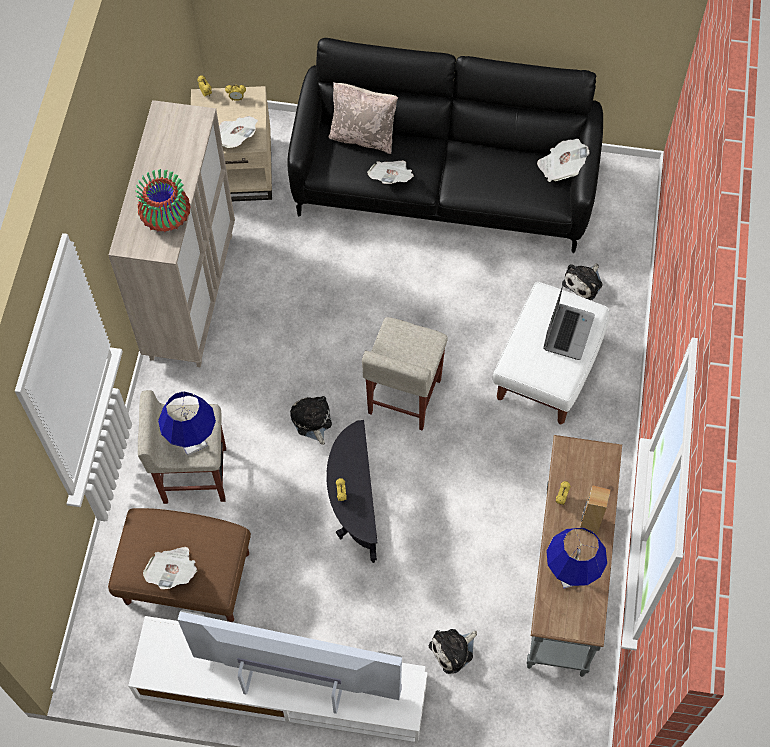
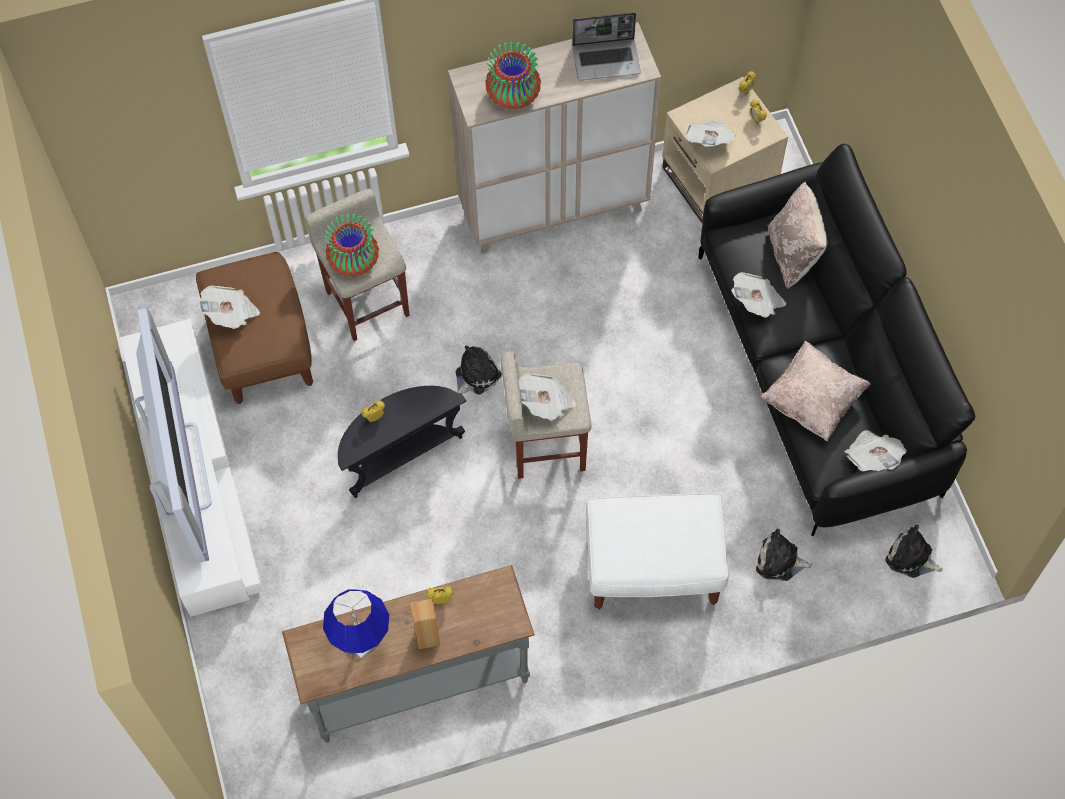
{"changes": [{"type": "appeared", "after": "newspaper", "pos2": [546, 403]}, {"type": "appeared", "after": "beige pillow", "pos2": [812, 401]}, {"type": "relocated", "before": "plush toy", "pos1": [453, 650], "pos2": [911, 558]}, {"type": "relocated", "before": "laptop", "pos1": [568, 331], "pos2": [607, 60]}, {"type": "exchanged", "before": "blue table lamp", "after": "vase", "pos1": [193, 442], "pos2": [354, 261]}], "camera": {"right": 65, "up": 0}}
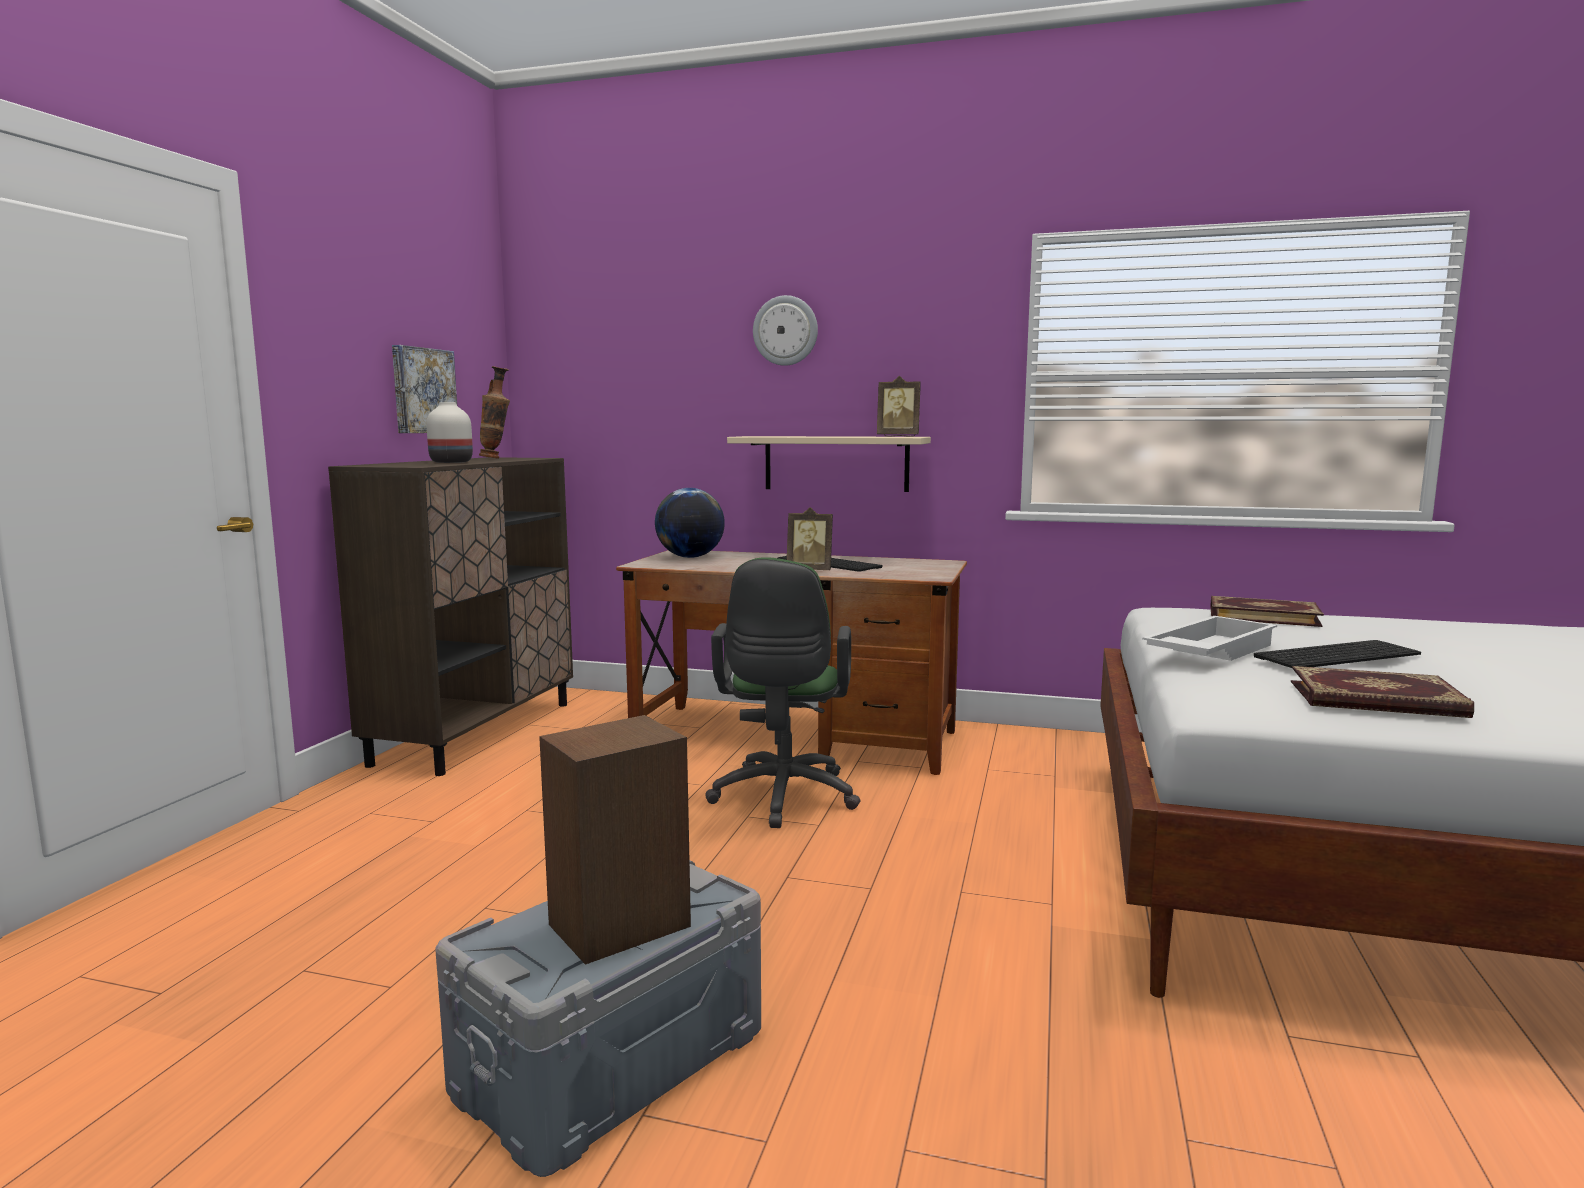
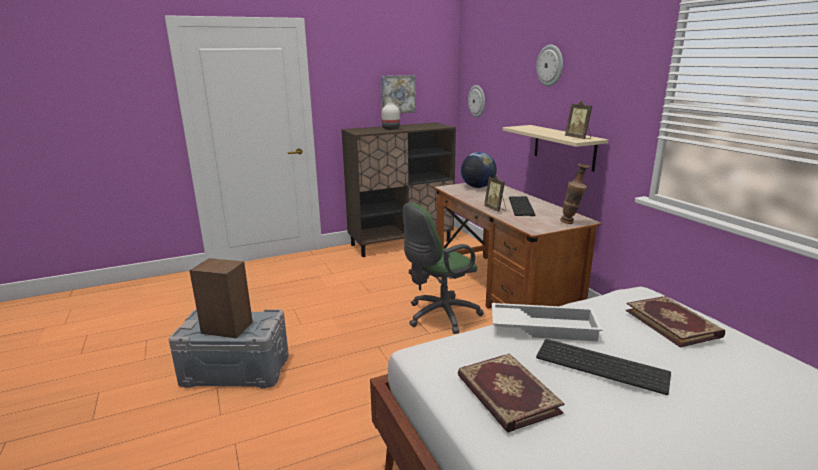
{"changes": [{"type": "appeared", "after": "wall clock", "pos2": [477, 101]}, {"type": "relocated", "before": "vase", "pos1": [496, 458], "pos2": [571, 223]}], "camera": {"right": 50, "up": 10}}
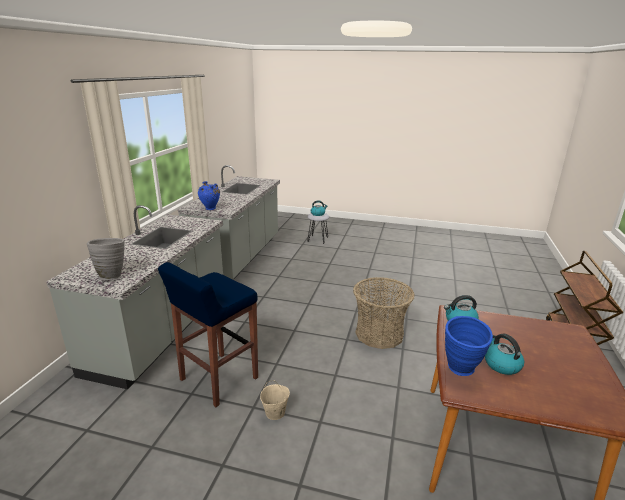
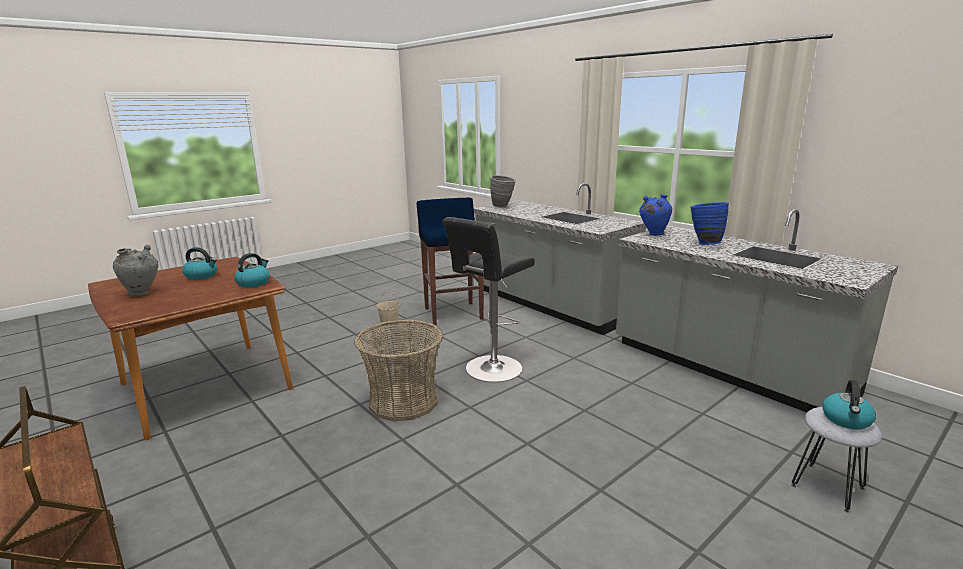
{"changes": [{"type": "appeared", "after": "grey vase", "pos2": [142, 294]}, {"type": "appeared", "after": "black stool", "pos2": [491, 370]}, {"type": "relocated", "before": "blue vase", "pos1": [461, 372], "pos2": [704, 244]}], "camera": {"right": 125, "up": -5}}
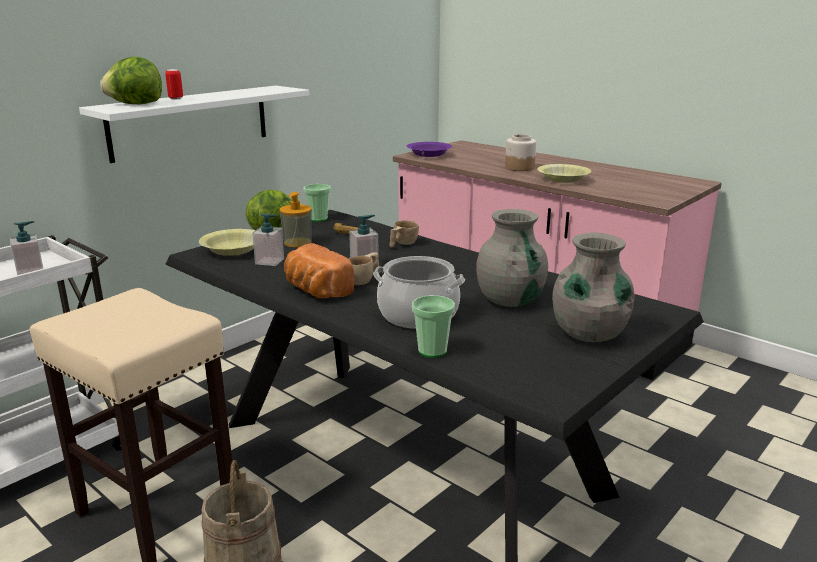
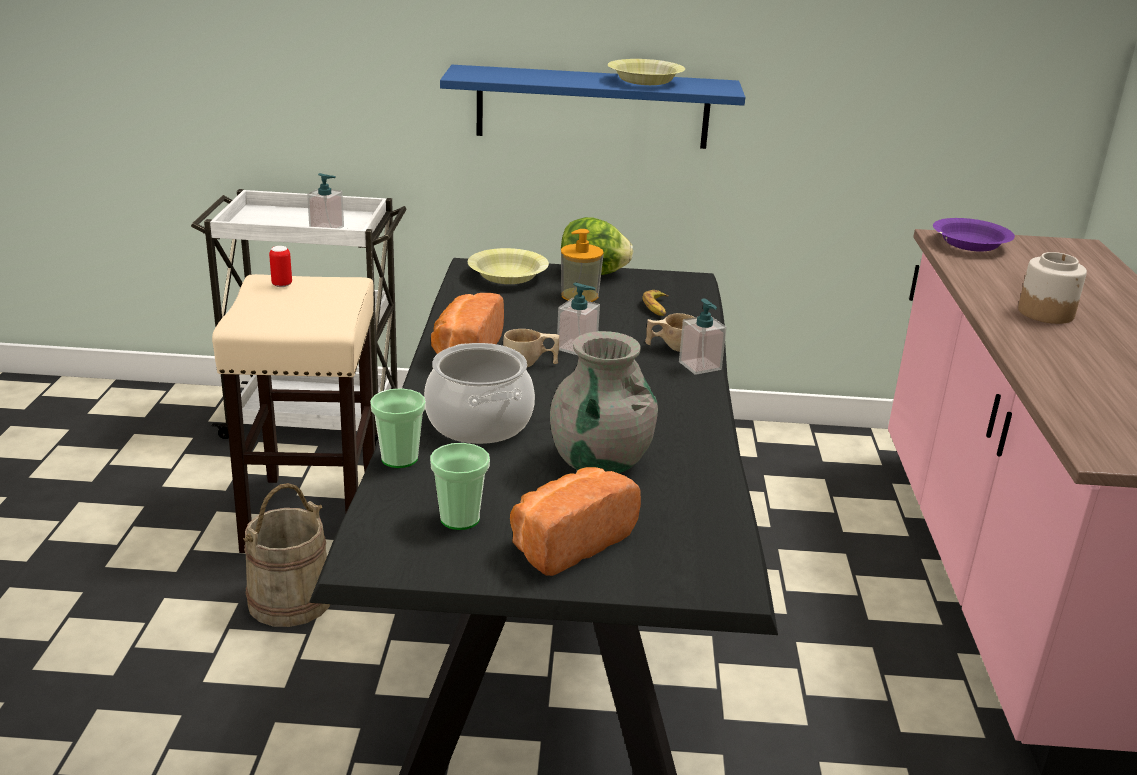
{"changes": [{"type": "missing", "before": "lettuce", "pos1": [136, 104]}, {"type": "relocated", "before": "can", "pos1": [176, 98], "pos2": [282, 284]}, {"type": "relocated", "before": "soap dispenser", "pos1": [270, 261], "pos2": [700, 366]}, {"type": "relocated", "before": "cup", "pos1": [318, 218], "pos2": [460, 519]}, {"type": "relocated", "before": "yellow bowl", "pos1": [563, 179], "pos2": [645, 81]}, {"type": "exchanged", "before": "grey vase", "after": "bread", "pos1": [588, 334], "pos2": [567, 542]}, {"type": "colour", "before": "white shelf", "after": "blue shelf", "pos1": [191, 122], "pos2": [592, 107]}], "camera": {"right": 50, "up": 5}}
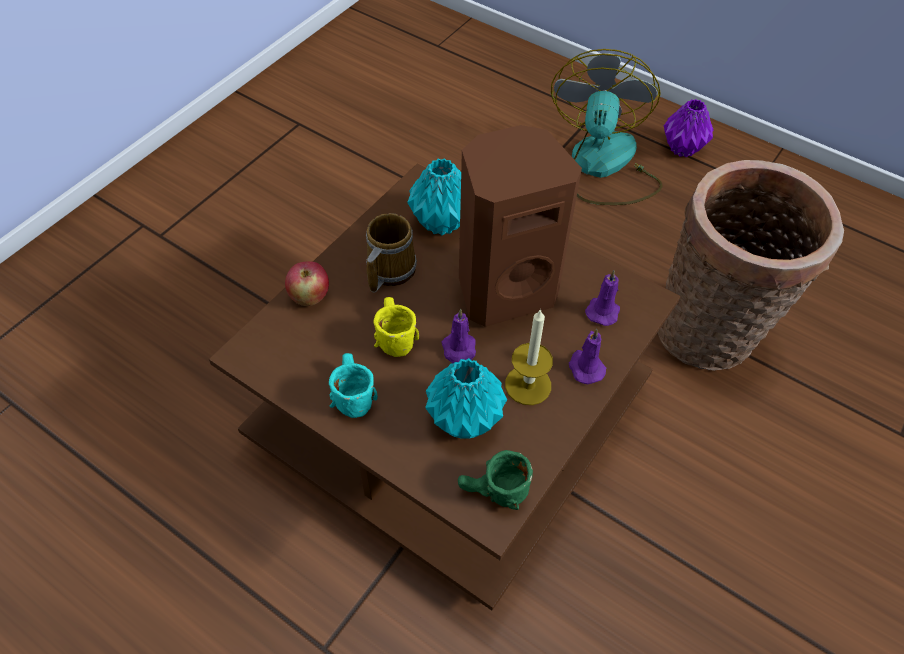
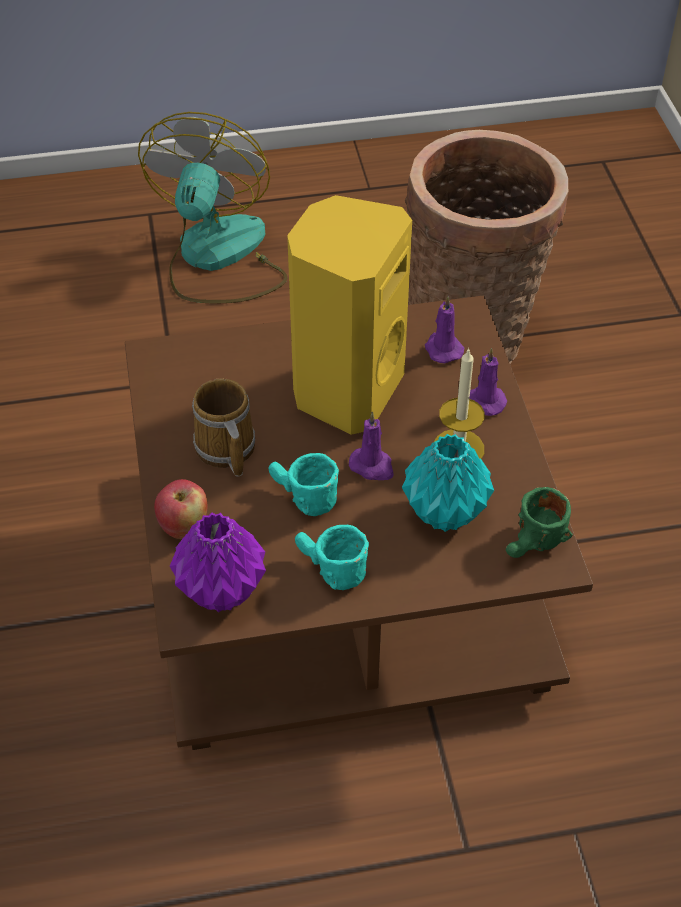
{"changes": [{"type": "missing", "before": "turquoise vase", "pos1": [441, 222]}, {"type": "relocated", "before": "purple vase", "pos1": [681, 148], "pos2": [220, 592]}, {"type": "colour", "before": "yellow mug", "after": "turquoise mug", "pos1": [392, 335], "pos2": [301, 498]}, {"type": "colour", "before": "brown speaker", "after": "yellow speaker", "pos1": [504, 289], "pos2": [345, 390]}, {"type": "spun", "before": "fan", "pos1": [603, 167], "pos2": [217, 258], "turn": 45}], "camera": {"right": -45, "up": -5}}
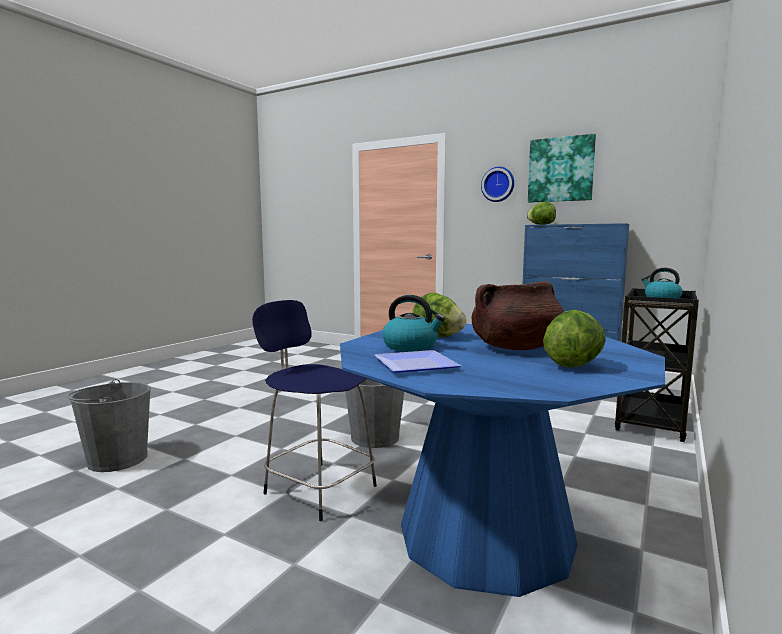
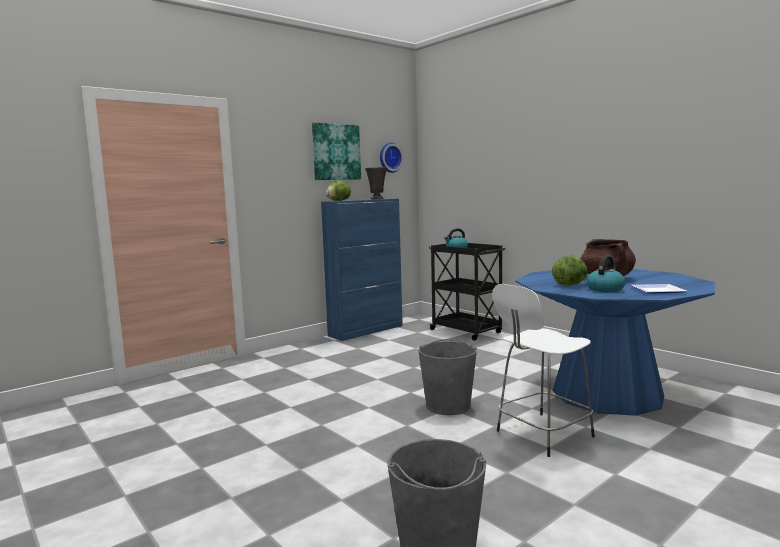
{"changes": [{"type": "missing", "before": "lettuce", "pos1": [573, 365]}, {"type": "appeared", "after": "grey vase", "pos2": [377, 199]}, {"type": "relocated", "before": "wall clock", "pos1": [498, 184], "pos2": [389, 157]}, {"type": "colour", "before": "blue stool", "after": "white stool", "pos1": [318, 488], "pos2": [542, 435]}], "camera": {"right": -70, "up": 0}}
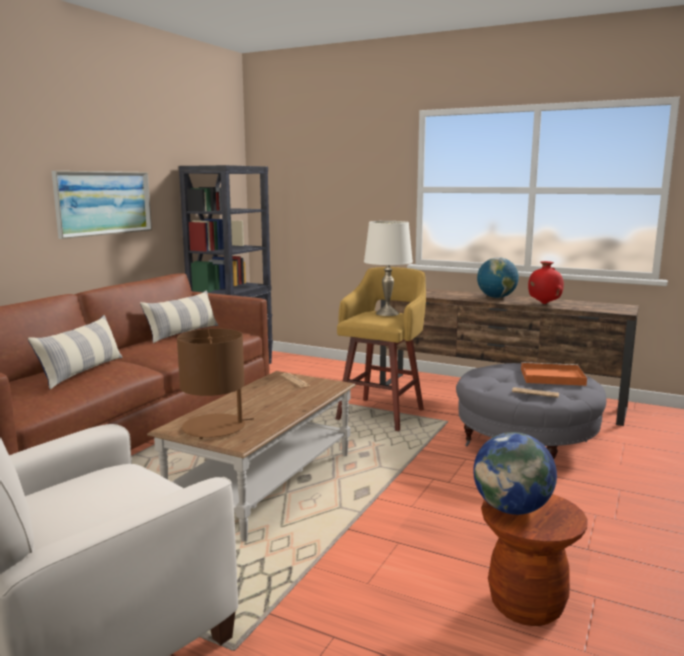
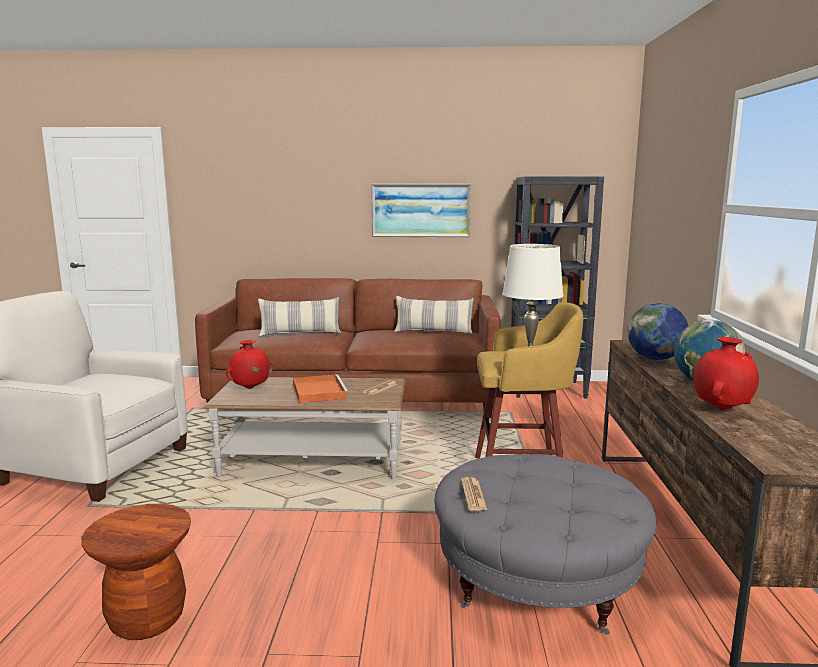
{"changes": [{"type": "relocated", "before": "globe", "pos1": [512, 509], "pos2": [655, 359]}, {"type": "relocated", "before": "orange tray", "pos1": [550, 377], "pos2": [318, 391]}, {"type": "exchanged", "before": "brown table lamp", "after": "red vase", "pos1": [215, 427], "pos2": [250, 388]}], "camera": {"right": 65, "up": 0}}
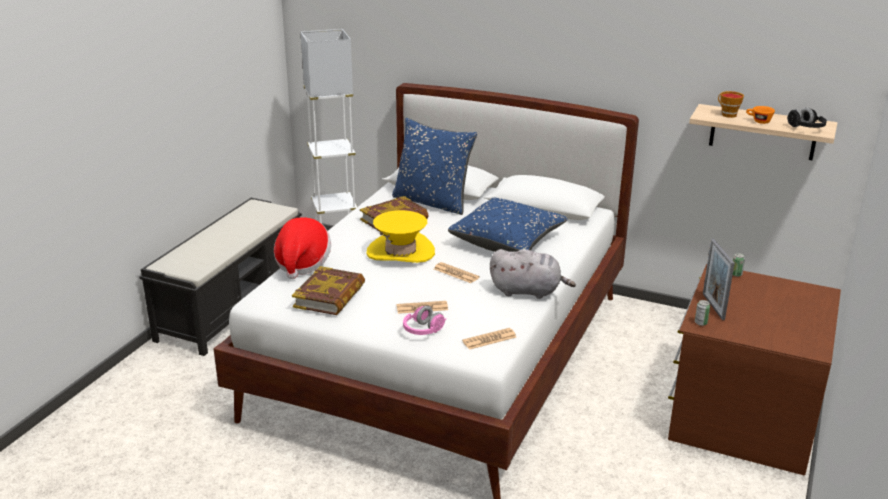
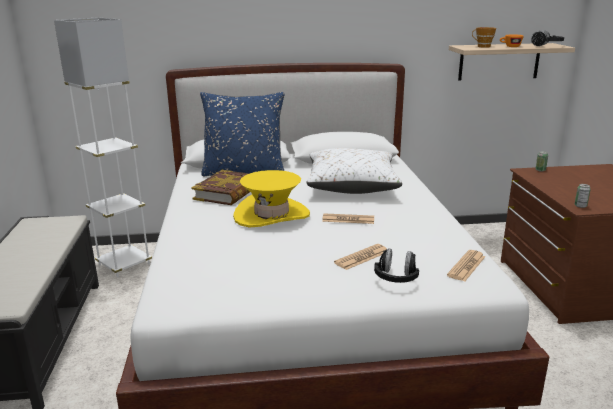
{"changes": [{"type": "missing", "before": "hat", "pos1": [302, 263]}, {"type": "missing", "before": "book", "pos1": [330, 296]}, {"type": "missing", "before": "grey plush toy", "pos1": [528, 291]}, {"type": "missing", "before": "picture frame", "pos1": [713, 306]}, {"type": "colour", "before": "pink headphones", "after": "black headphones", "pos1": [423, 331], "pos2": [396, 278]}, {"type": "colour", "before": "blue pillow", "after": "white pillow", "pos1": [507, 241], "pos2": [352, 185]}], "camera": {"right": -30, "up": -5}}
